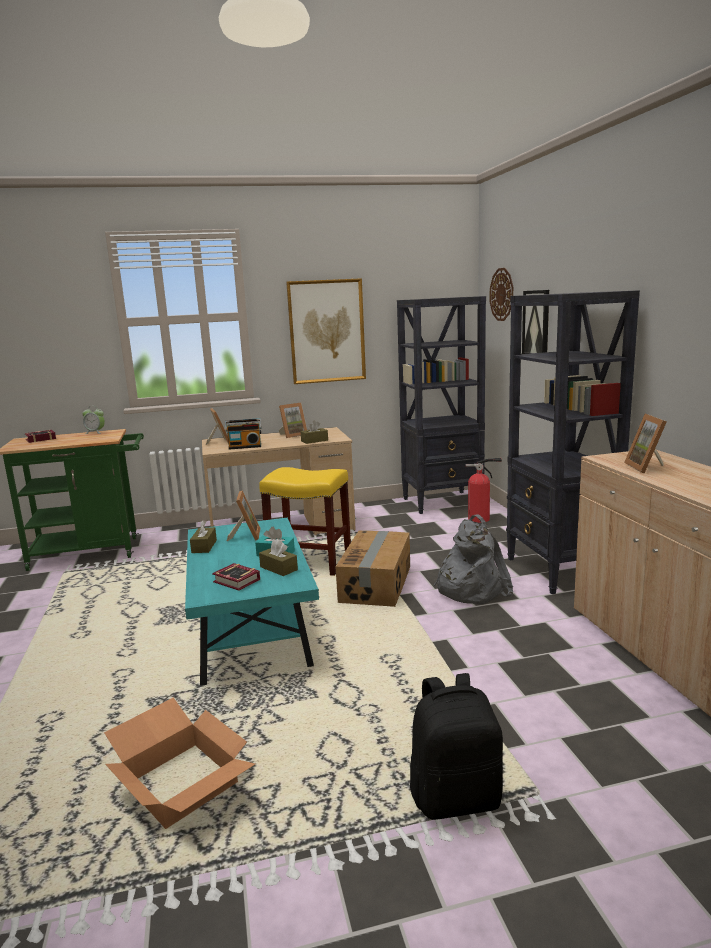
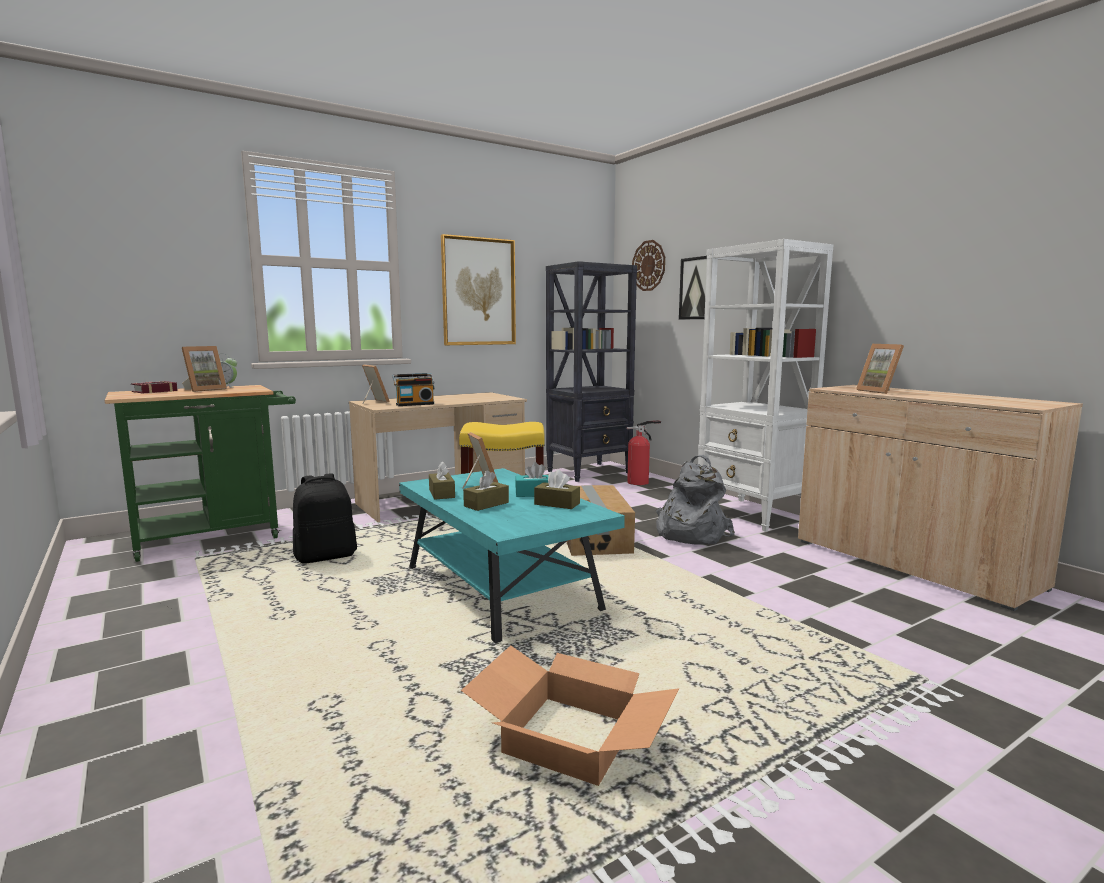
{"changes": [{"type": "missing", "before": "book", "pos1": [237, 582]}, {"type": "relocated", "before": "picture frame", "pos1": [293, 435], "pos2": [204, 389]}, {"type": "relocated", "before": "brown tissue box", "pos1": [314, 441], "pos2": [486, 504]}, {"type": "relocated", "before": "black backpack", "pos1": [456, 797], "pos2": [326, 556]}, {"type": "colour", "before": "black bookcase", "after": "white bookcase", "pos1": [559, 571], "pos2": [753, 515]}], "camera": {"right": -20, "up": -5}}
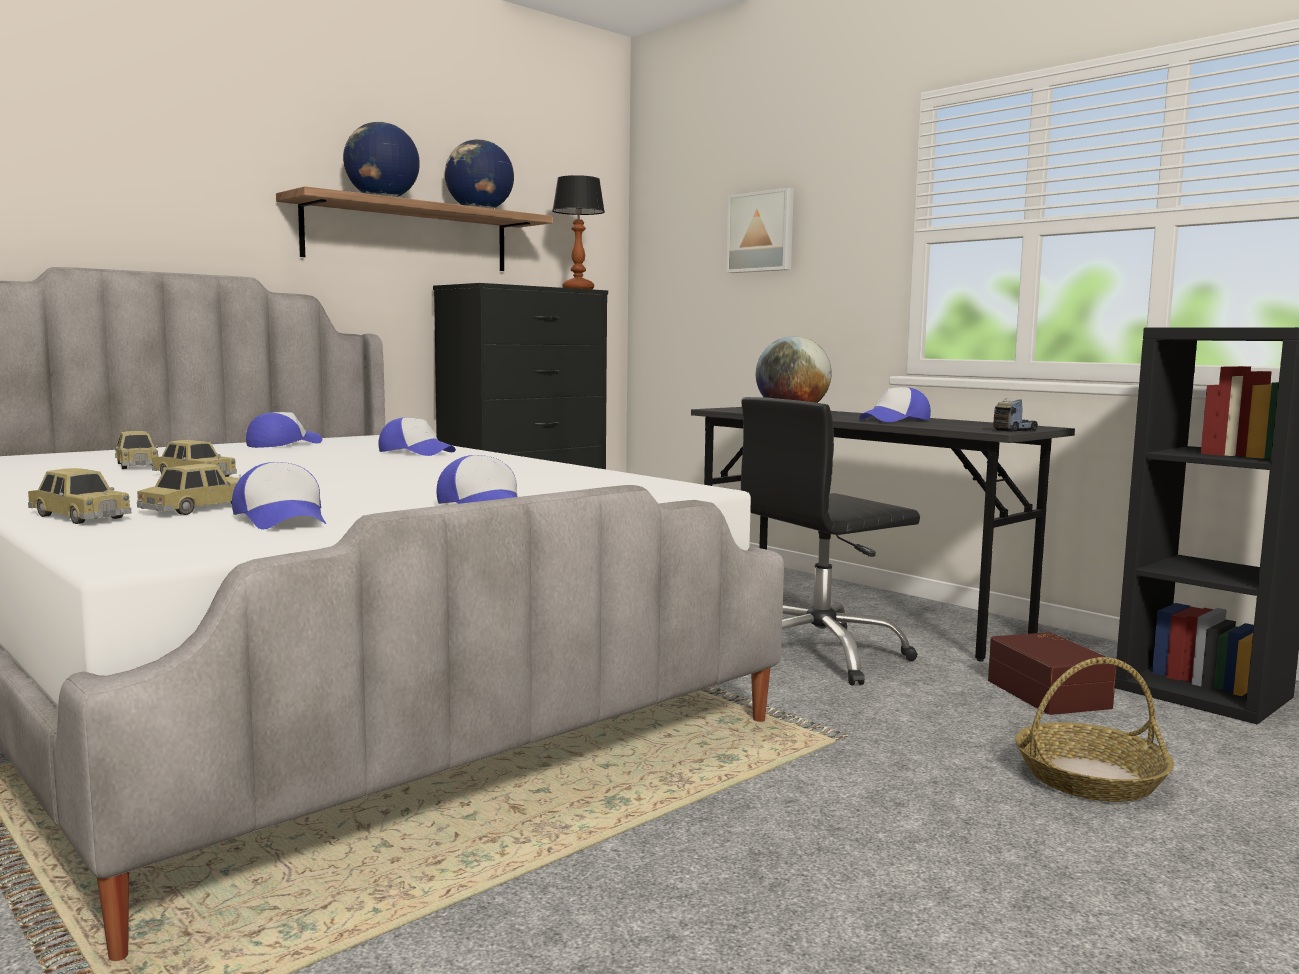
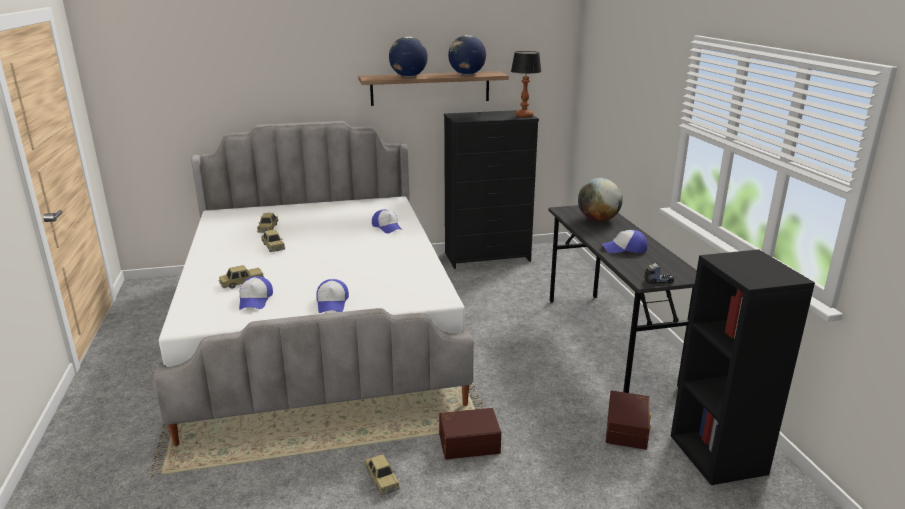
{"changes": [{"type": "missing", "before": "cap", "pos1": [283, 444]}, {"type": "missing", "before": "picture", "pos1": [762, 232]}, {"type": "missing", "before": "black office chair", "pos1": [819, 655]}, {"type": "missing", "before": "basket", "pos1": [1090, 778]}, {"type": "appeared", "after": "brown storage box", "pos2": [468, 442]}, {"type": "relocated", "before": "toy car", "pos1": [79, 517], "pos2": [382, 478]}], "camera": {"right": 30, "up": 15}}
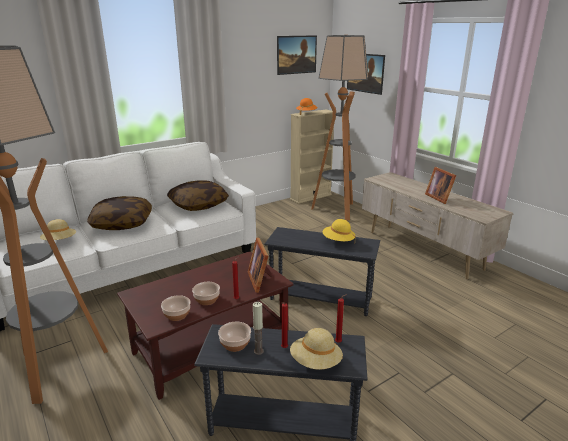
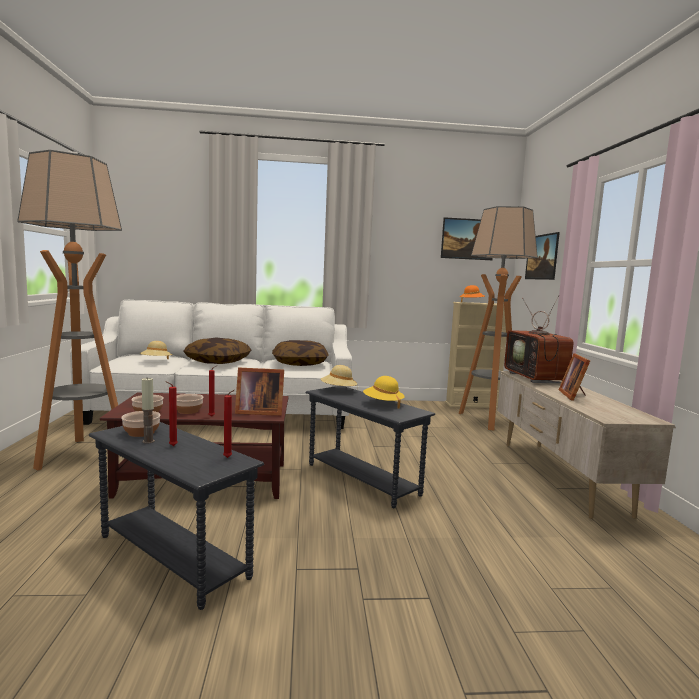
{"changes": [{"type": "appeared", "after": "television", "pos2": [537, 378]}, {"type": "relocated", "before": "beige hat", "pos1": [316, 362], "pos2": [338, 390]}, {"type": "spun", "before": "picture frame", "pos1": [261, 280], "pos2": [258, 412], "turn": -105}], "camera": {"right": 30, "up": -15}}
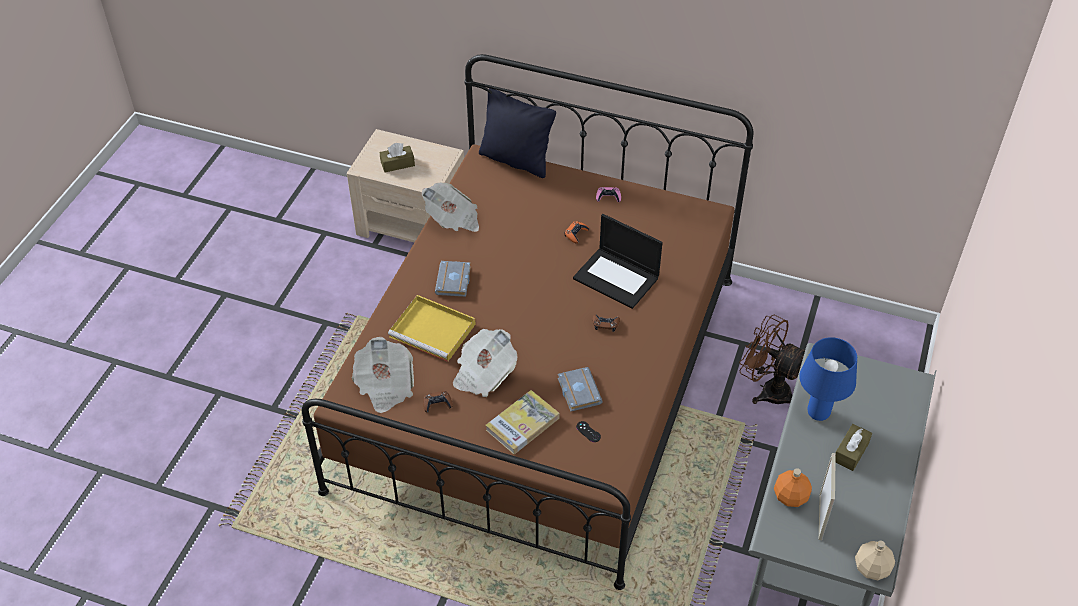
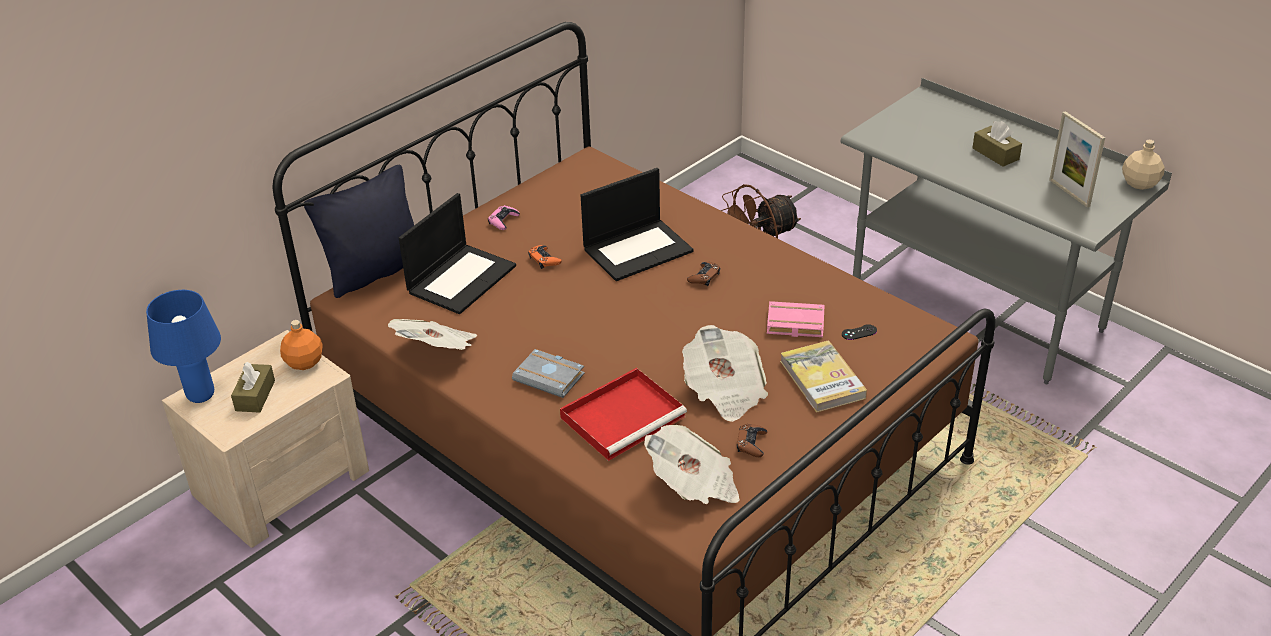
{"changes": [{"type": "appeared", "after": "laptop", "pos2": [461, 278]}, {"type": "relocated", "before": "orange bottle", "pos1": [790, 496], "pos2": [304, 362]}, {"type": "relocated", "before": "blue table lamp", "pos1": [819, 413], "pos2": [201, 395]}, {"type": "colour", "before": "yellow tray", "after": "red tray", "pos1": [434, 331], "pos2": [624, 416]}, {"type": "colour", "before": "grey book", "after": "pink book", "pos1": [577, 391], "pos2": [794, 324]}, {"type": "spun", "before": "picture frame", "pos1": [820, 517], "pos2": [1069, 193], "turn": -150}], "camera": {"right": -65, "up": -10}}
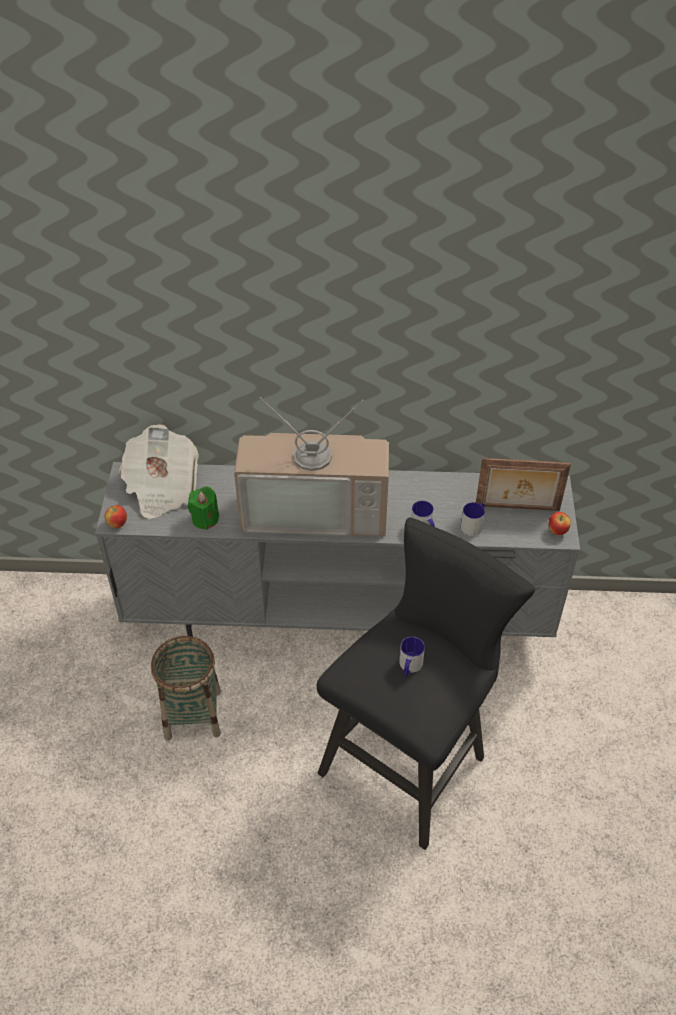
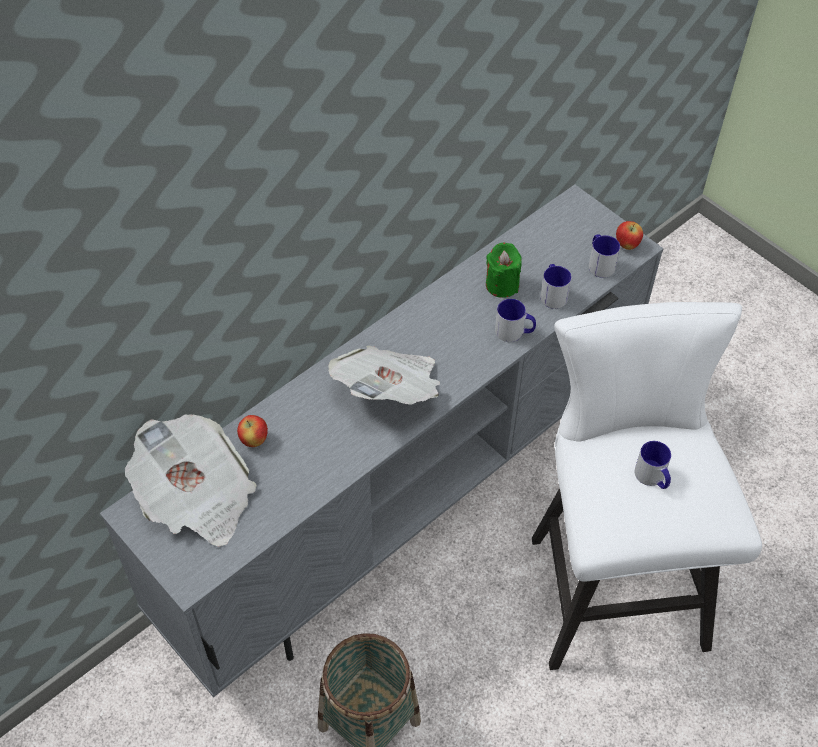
{"changes": [{"type": "missing", "before": "picture frame", "pos1": [517, 509]}, {"type": "appeared", "after": "mug", "pos2": [599, 263]}, {"type": "relocated", "before": "apple", "pos1": [117, 524], "pos2": [254, 440]}, {"type": "relocated", "before": "green candle", "pos1": [205, 519], "pos2": [502, 285]}, {"type": "exchanged", "before": "television", "after": "newspaper", "pos1": [316, 508], "pos2": [390, 391]}, {"type": "colour", "before": "black stool", "after": "white stool", "pos1": [411, 759], "pos2": [611, 581]}], "camera": {"right": -45, "up": 5}}
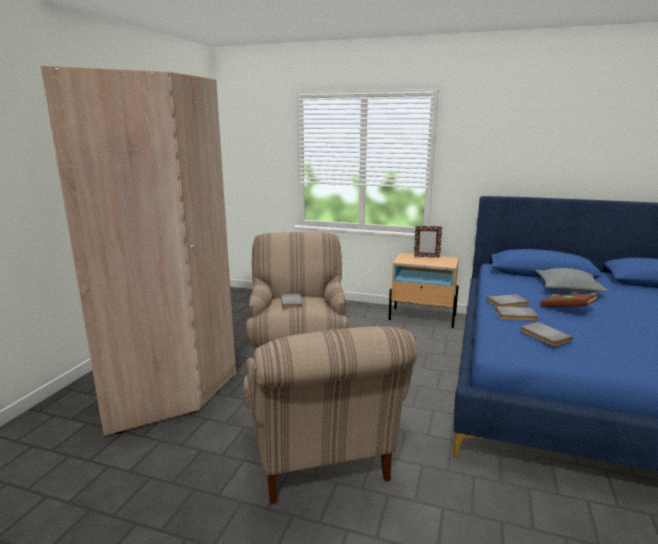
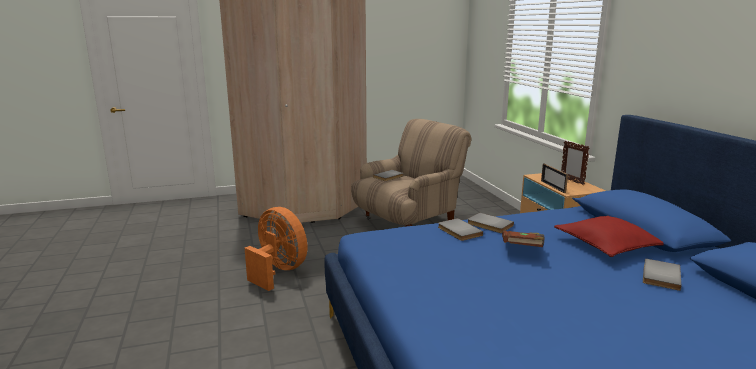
{"changes": [{"type": "appeared", "after": "picture frame", "pos2": [553, 187]}, {"type": "relocated", "before": "grey book", "pos1": [544, 336], "pos2": [659, 276]}, {"type": "exchanged", "before": "beige armchair", "after": "orange fan", "pos1": [320, 457], "pos2": [278, 271]}, {"type": "colour", "before": "grey pillow", "after": "red pillow", "pos1": [568, 288], "pos2": [607, 245]}], "camera": {"right": 55, "up": 0}}
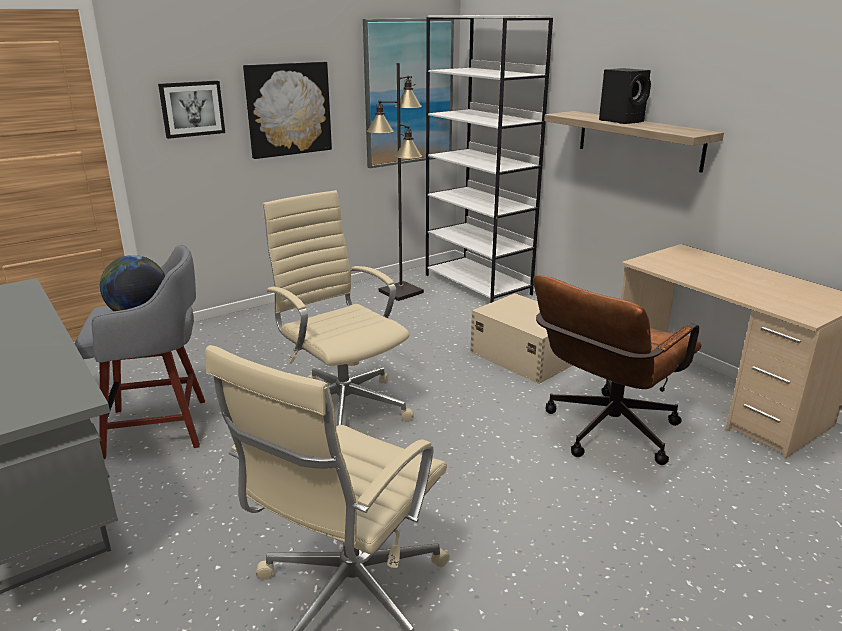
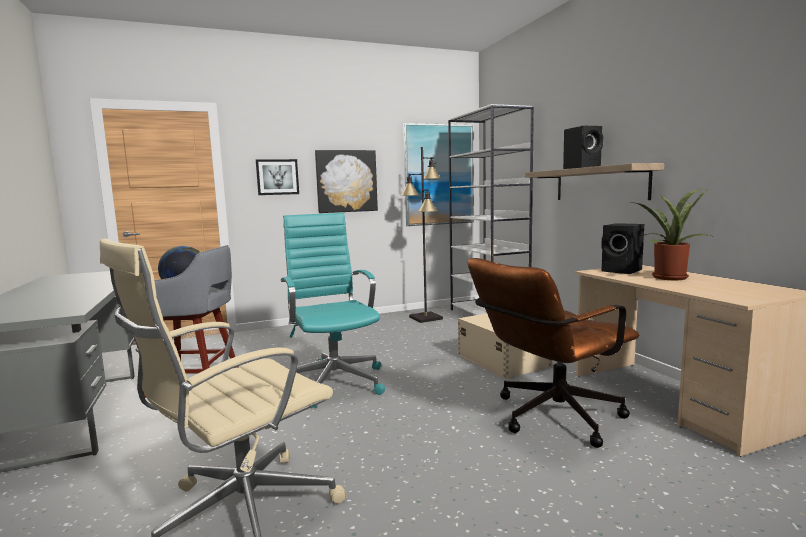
{"changes": [{"type": "appeared", "after": "black speaker", "pos2": [623, 271]}, {"type": "appeared", "after": "potted plant", "pos2": [668, 277]}, {"type": "colour", "before": "beige office chair", "after": "turquoise office chair", "pos1": [342, 407], "pos2": [334, 381]}], "camera": {"right": 15, "up": -15}}
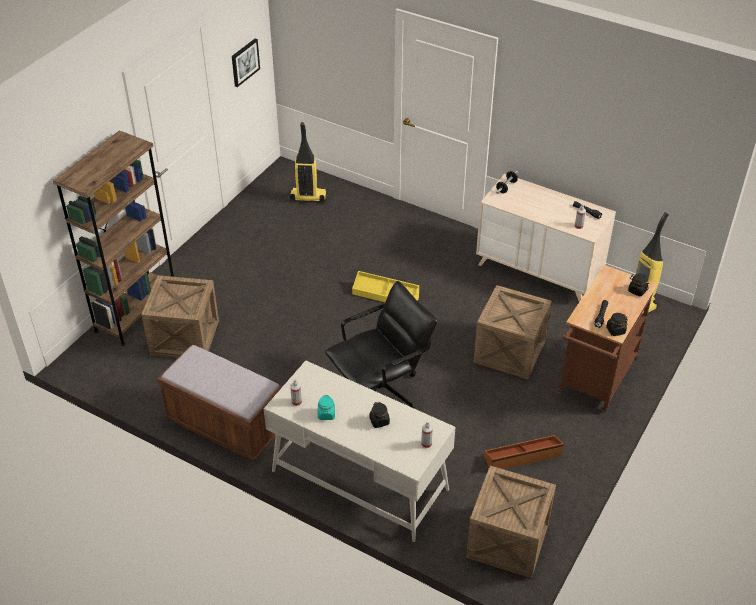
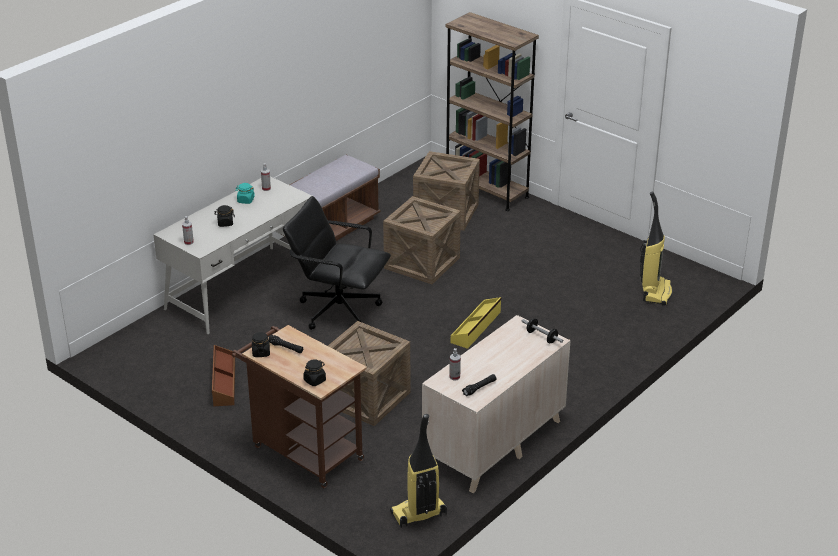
{"changes": [{"type": "missing", "before": "picture", "pos1": [244, 62]}, {"type": "relocated", "before": "crate", "pos1": [507, 540], "pos2": [422, 263]}, {"type": "spun", "before": "black office chair", "pos1": [380, 392], "pos2": [338, 310], "turn": 135}], "camera": {"right": 100, "up": -10}}
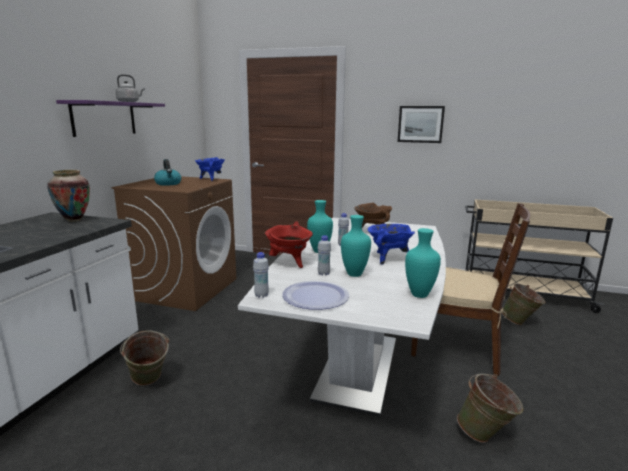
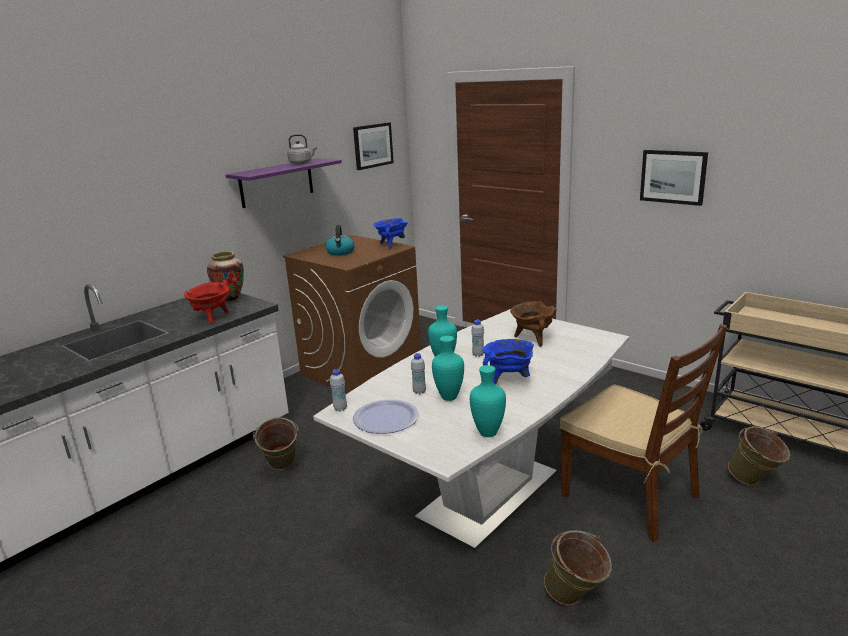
{"changes": [{"type": "appeared", "after": "picture", "pos2": [372, 145]}, {"type": "relocated", "before": "red cooking pot", "pos1": [289, 263], "pos2": [211, 318]}], "camera": {"right": 25, "up": 5}}
